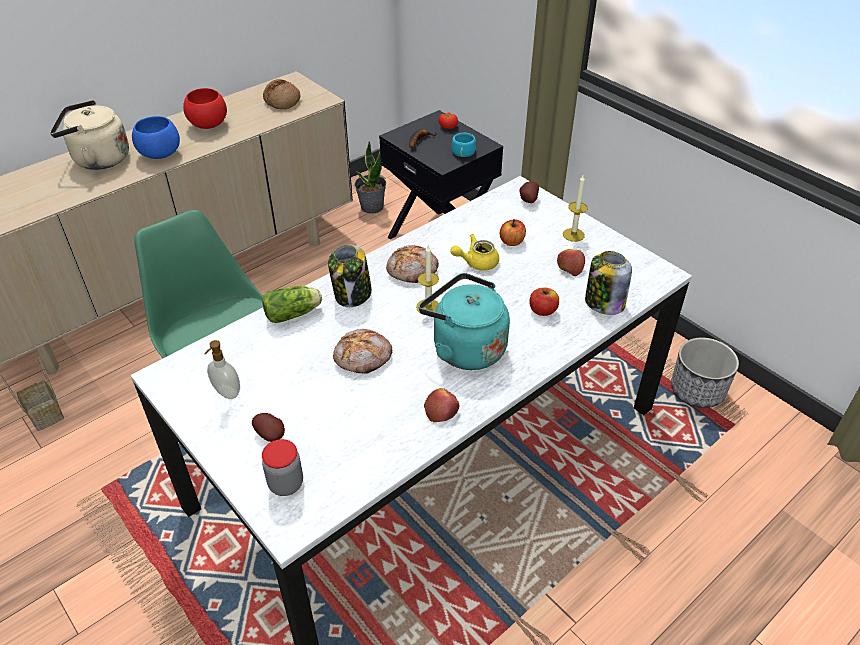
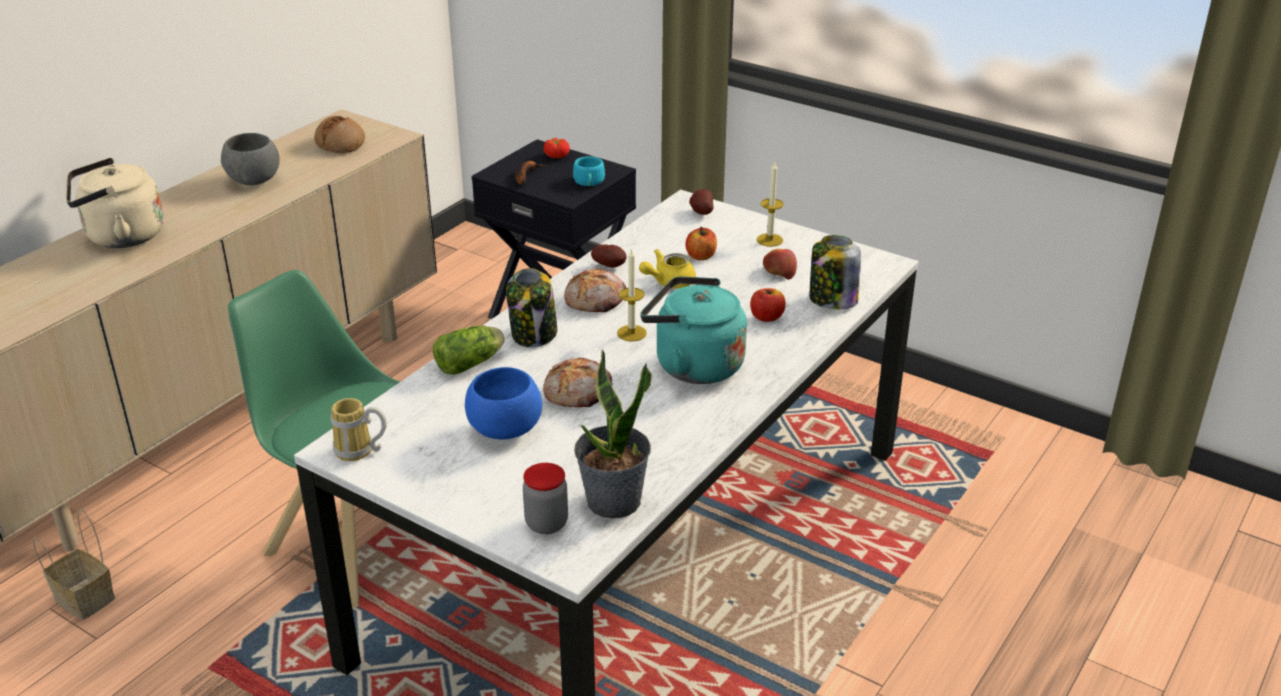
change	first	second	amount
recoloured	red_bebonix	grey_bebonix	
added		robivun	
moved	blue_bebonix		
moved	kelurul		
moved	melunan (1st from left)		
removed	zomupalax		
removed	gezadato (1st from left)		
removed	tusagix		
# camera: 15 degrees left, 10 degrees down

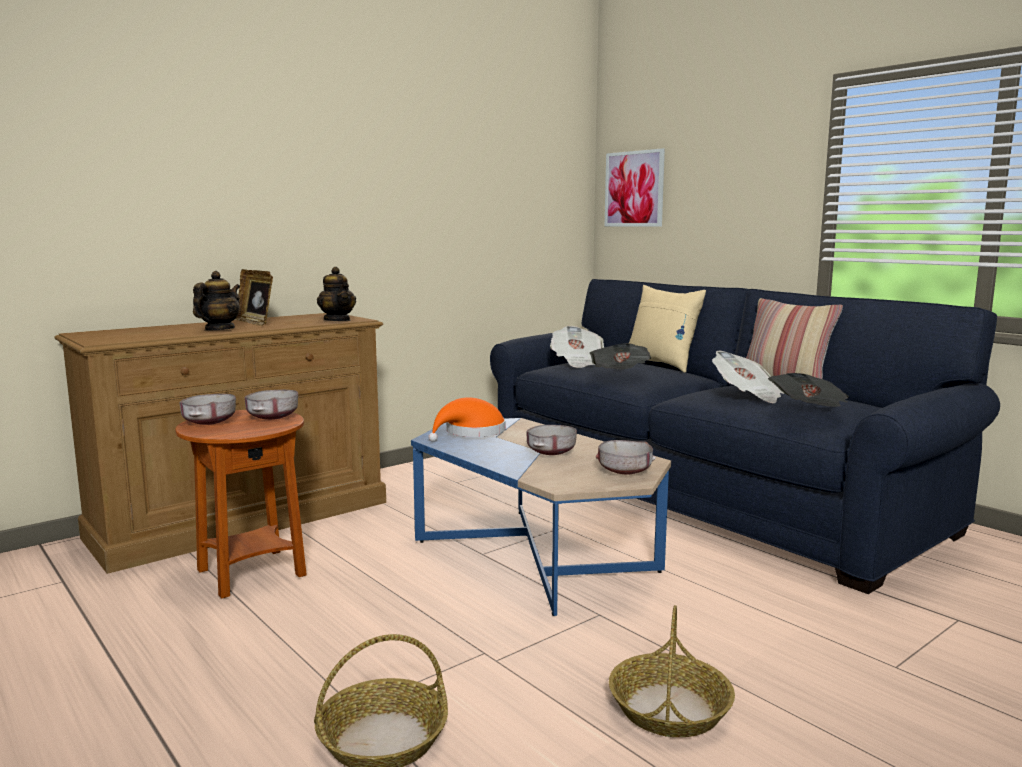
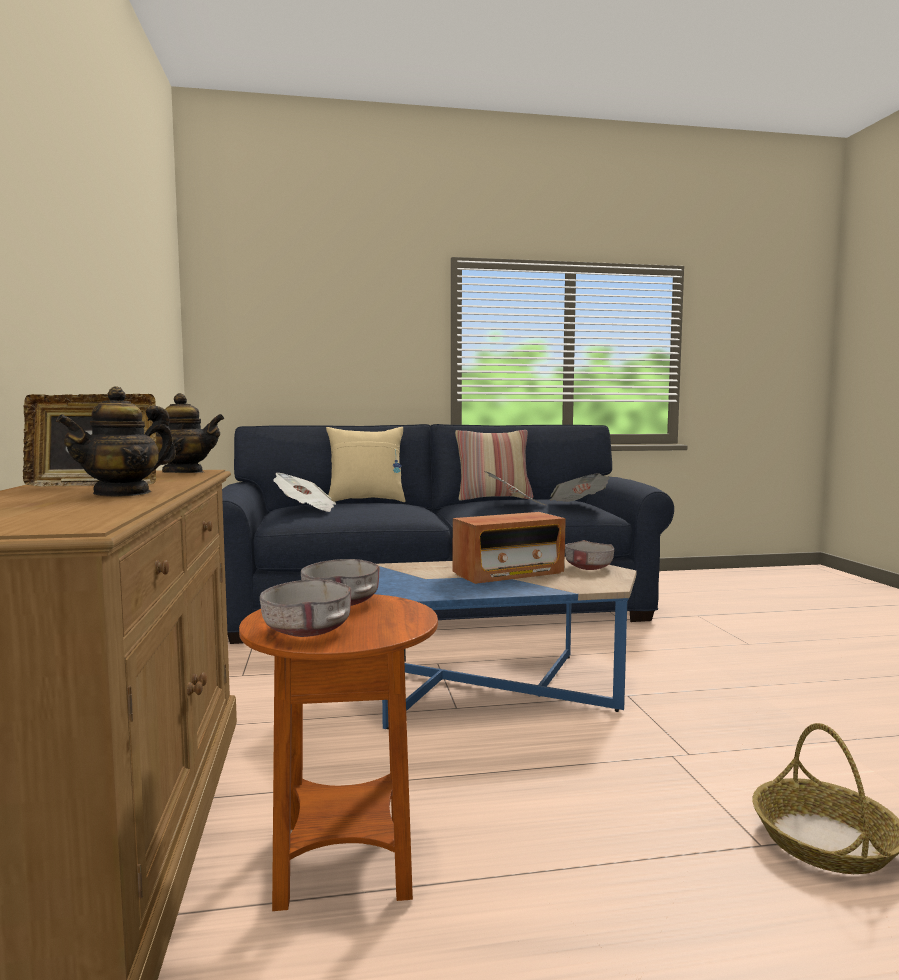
change	first	second	amount
turned	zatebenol (1st from left)		105 degrees counterclockwise
replaced	grey_bebonix (3rd from left)	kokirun	
removed	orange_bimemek		
removed	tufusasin (2nd from left)		
removed	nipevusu		
removed	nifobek (2nd from left)		
# camera: 60 degrees left, 5 degrees down

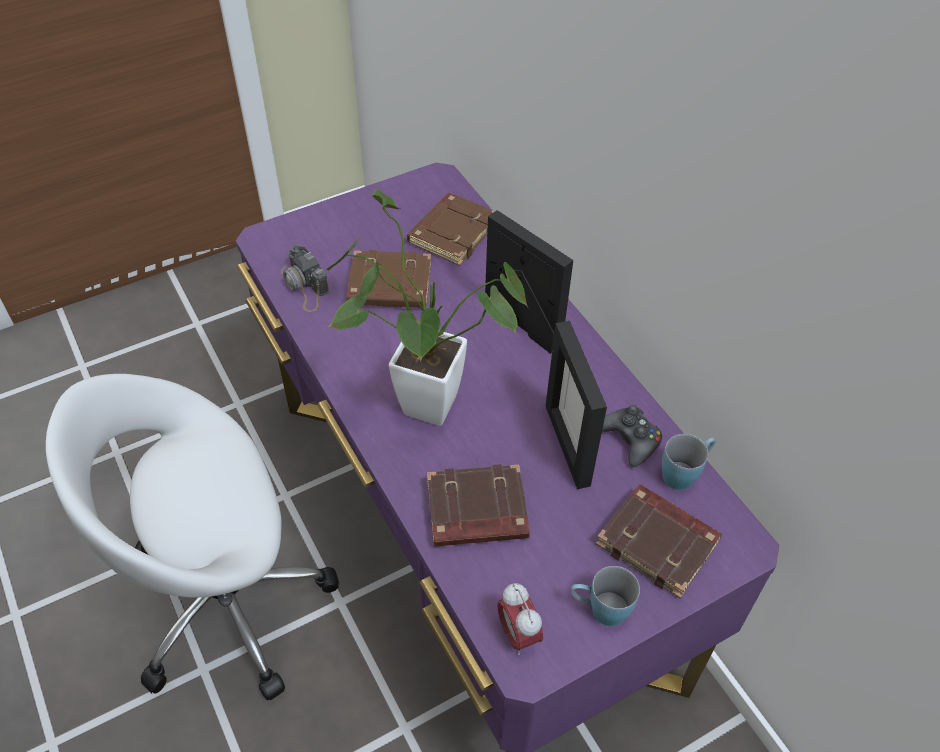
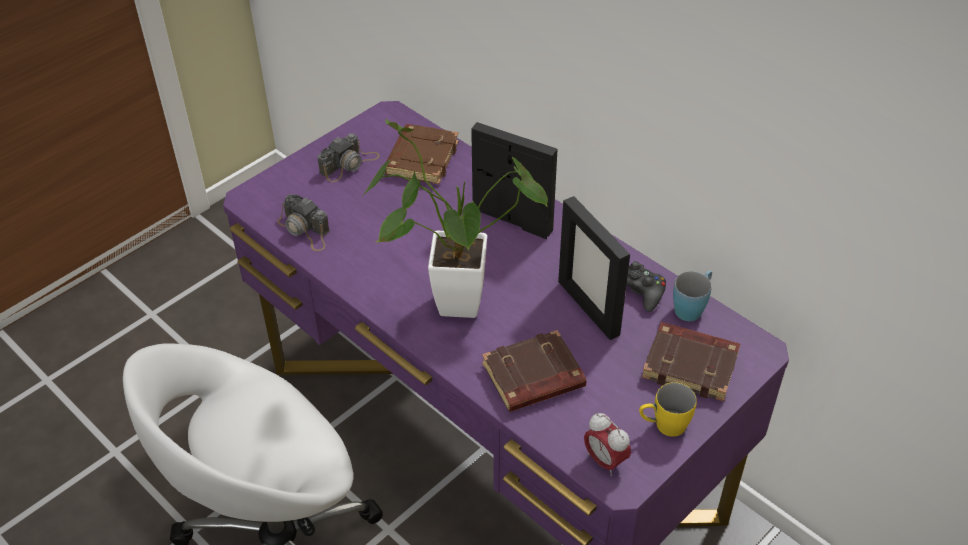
change	first	second	amount
added		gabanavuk (2nd from left)	
recoloured	blue_robivun (1st from left)	yellow_robivun	
removed	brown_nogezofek (1st from left)		
# camera: 15 degrees left, 5 degrees down

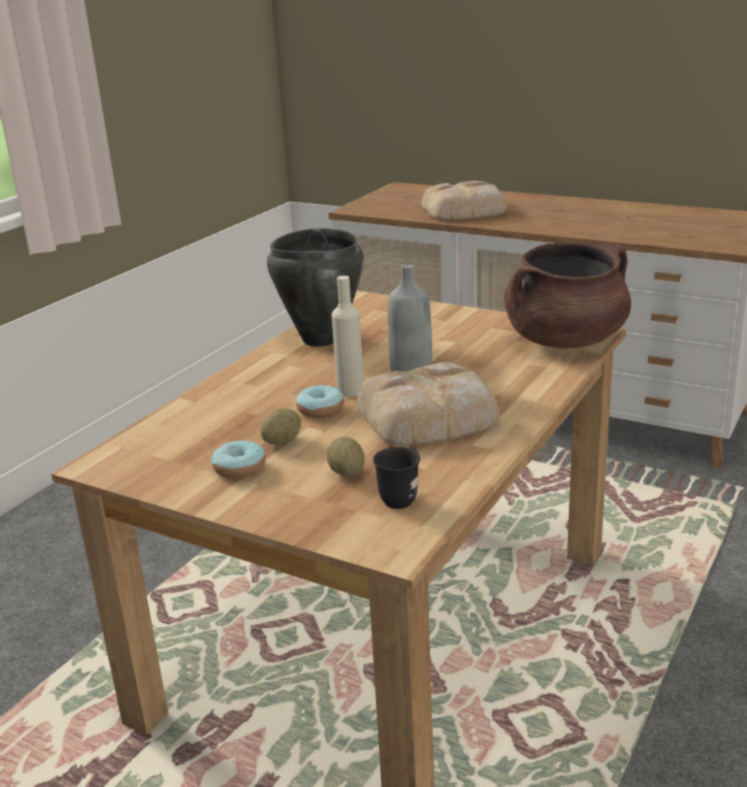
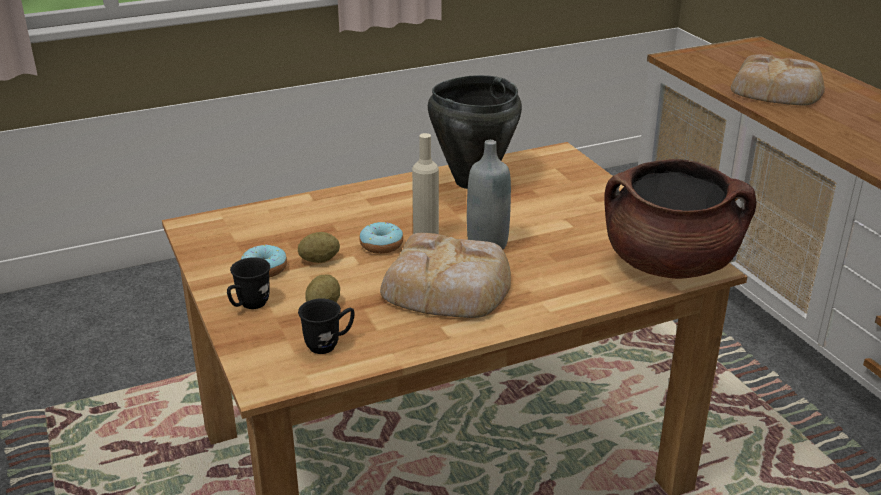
change	first	second	amount
added		black_robivun (1st from left)	
# camera: 35 degrees right, 5 degrees up

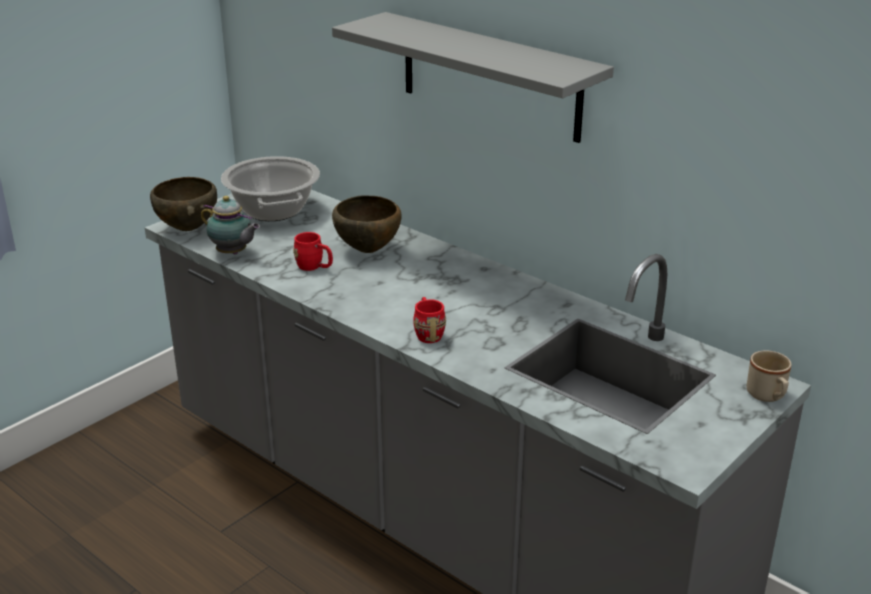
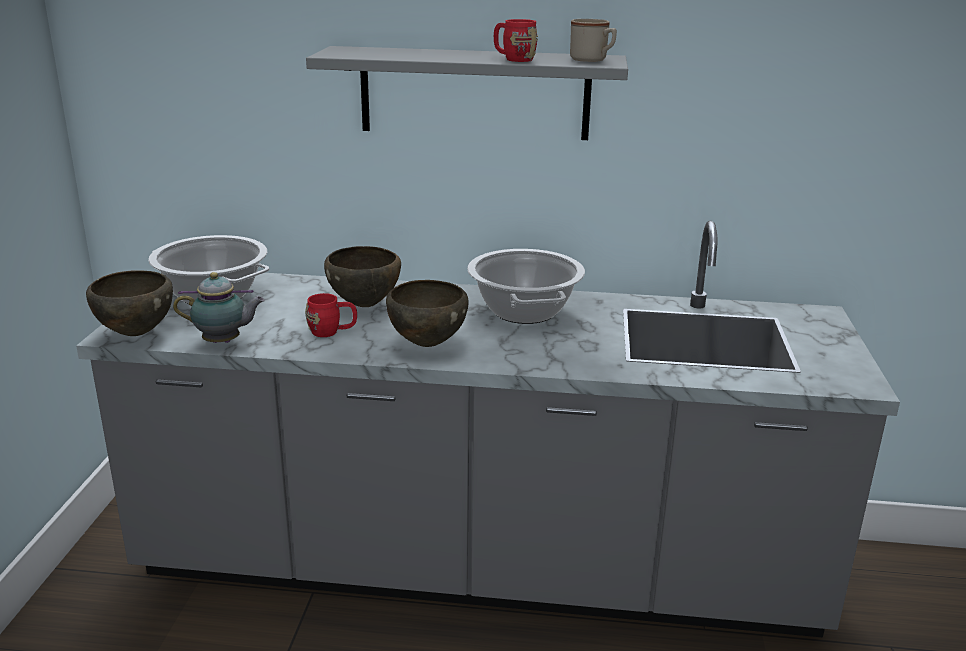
change	first	second	amount
added		brown_bebonix (3rd from left)	
added		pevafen (2nd from left)	
moved	red_robivun (2nd from left)		
moved	beige_robivun		
# camera: 35 degrees left, 5 degrees down

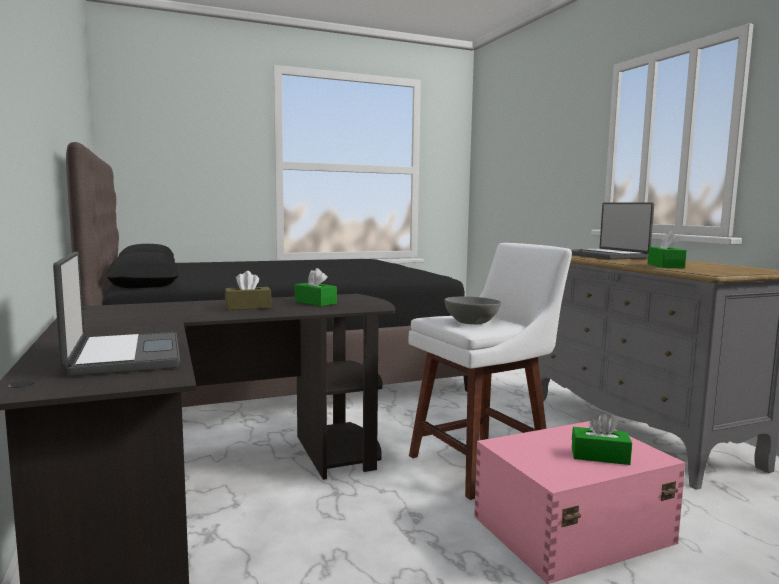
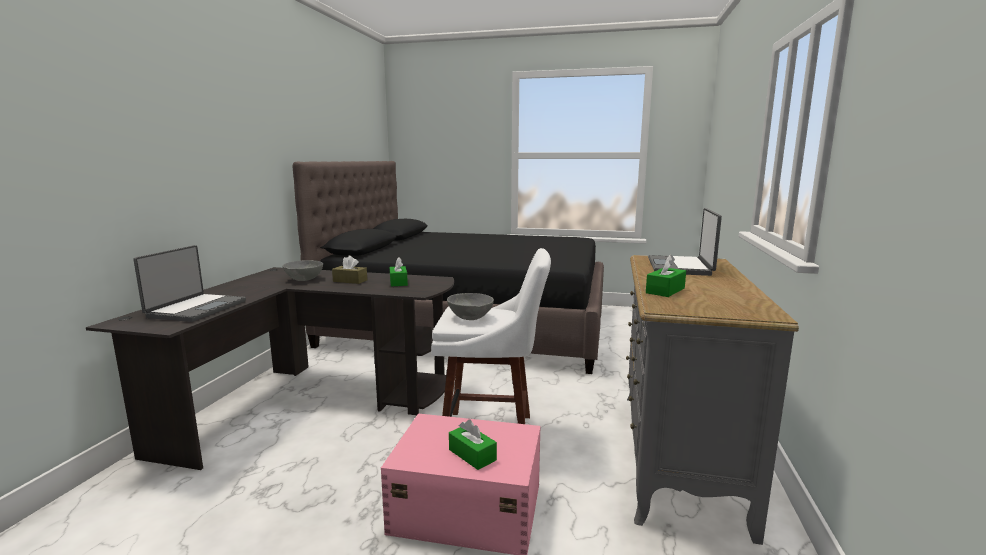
change	first	second	amount
added		grey_bebonix (1st from left)	
# camera: 35 degrees right, 5 degrees up

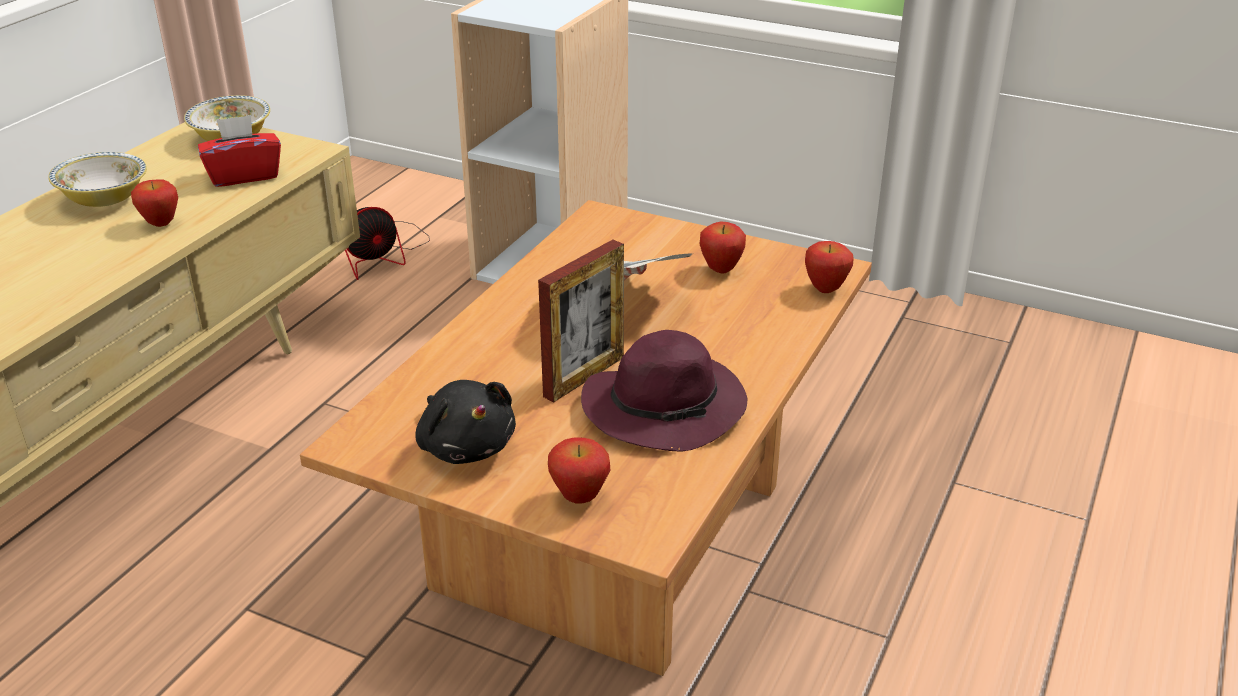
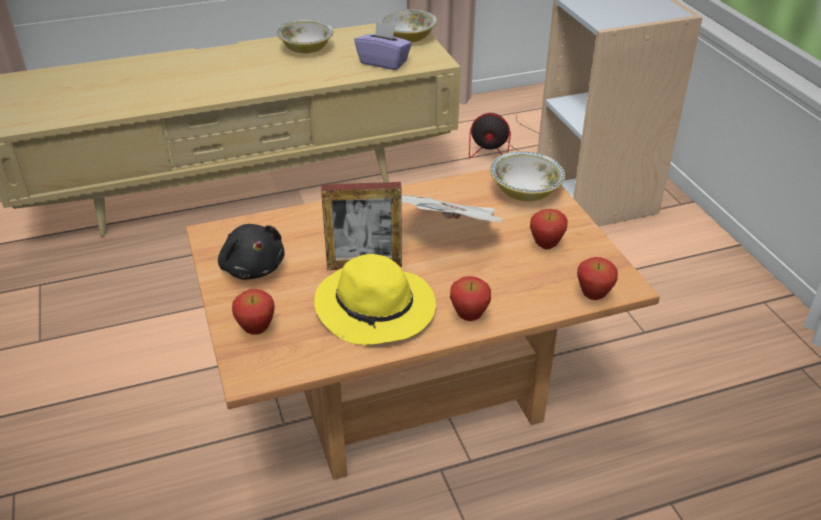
change	first	second	amount
turned	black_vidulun		45 degrees counterclockwise
recoloured	purple_bimemek	yellow_bimemek	
recoloured	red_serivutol	purple_serivutol	
moved	gezadato (1st from left in the first image)	gezadato (2nd from left)	
added		bebonix (3rd from left)	
# camera: 45 degrees right, 5 degrees up

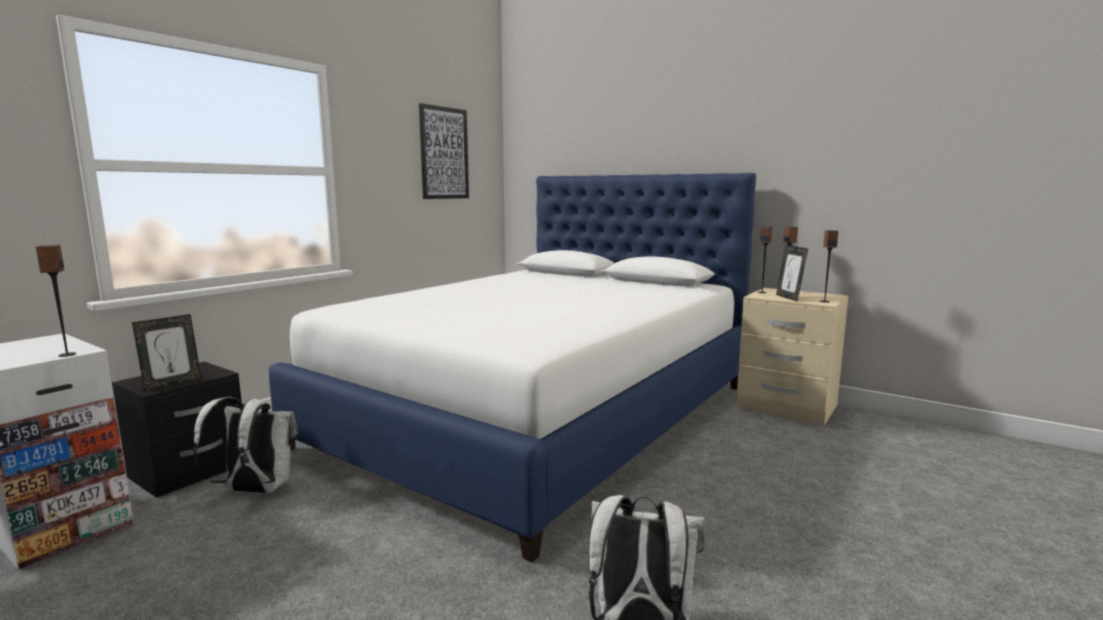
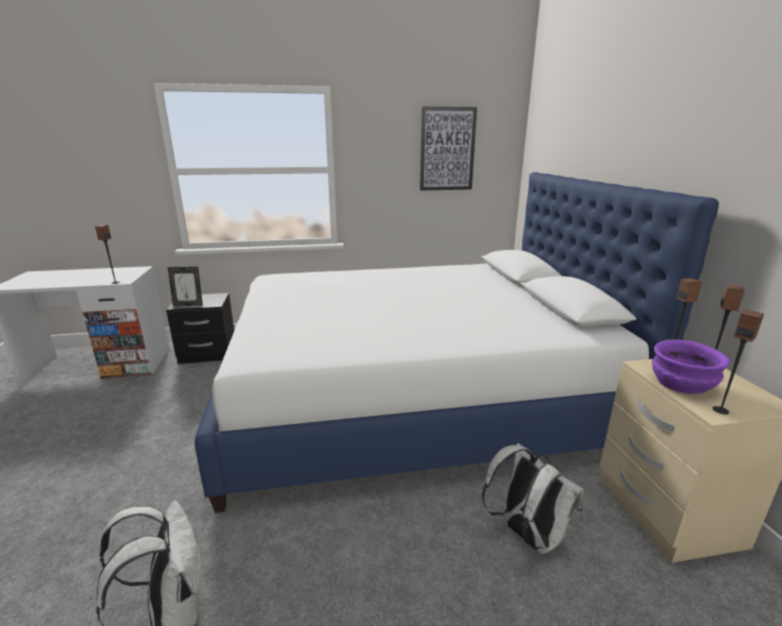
change	first	second	amount
moved	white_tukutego (1st from left in the first image)	white_tukutego (2nd from left)	
replaced	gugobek (2nd from left)	purple_bebonix	
# camera: 45 degrees right, 10 degrees up

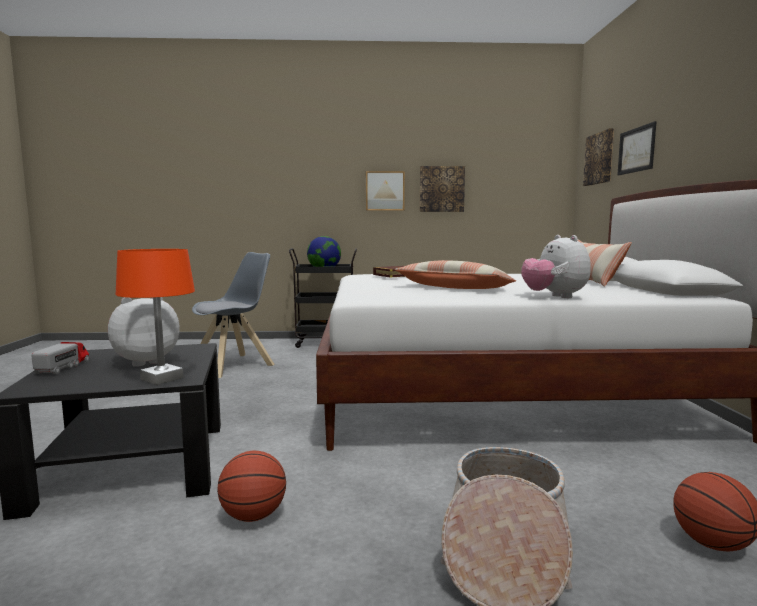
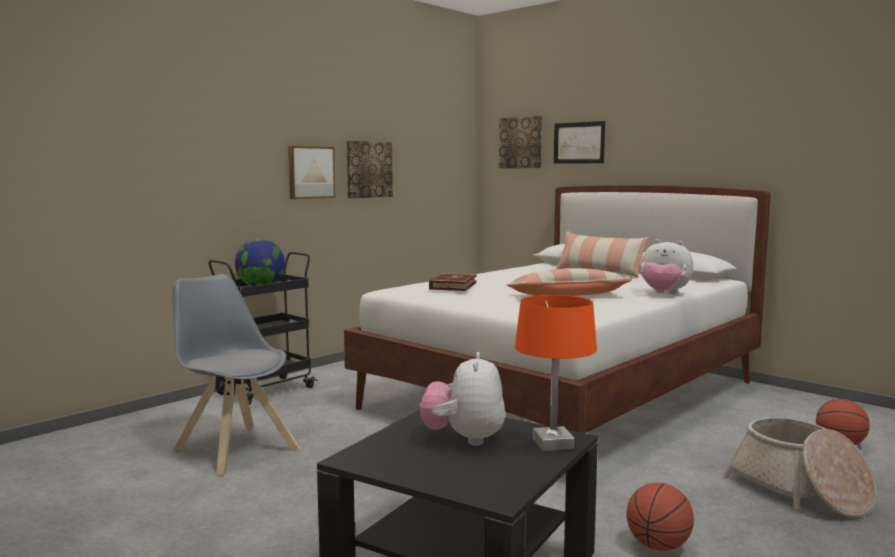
change	first	second	amount
turned	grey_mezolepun		45 degrees counterclockwise
removed	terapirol		
# camera: 45 degrees left, 0 degrees up

